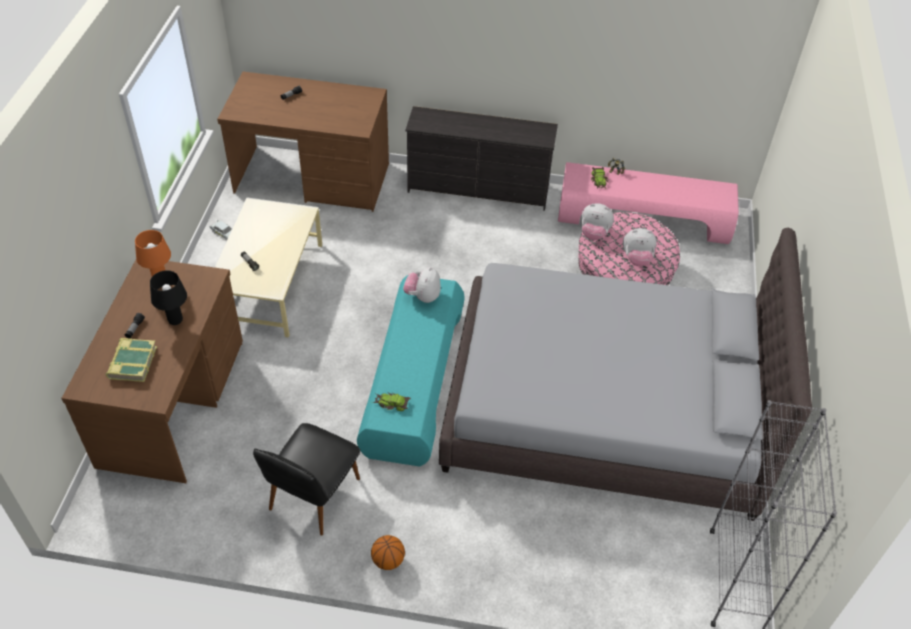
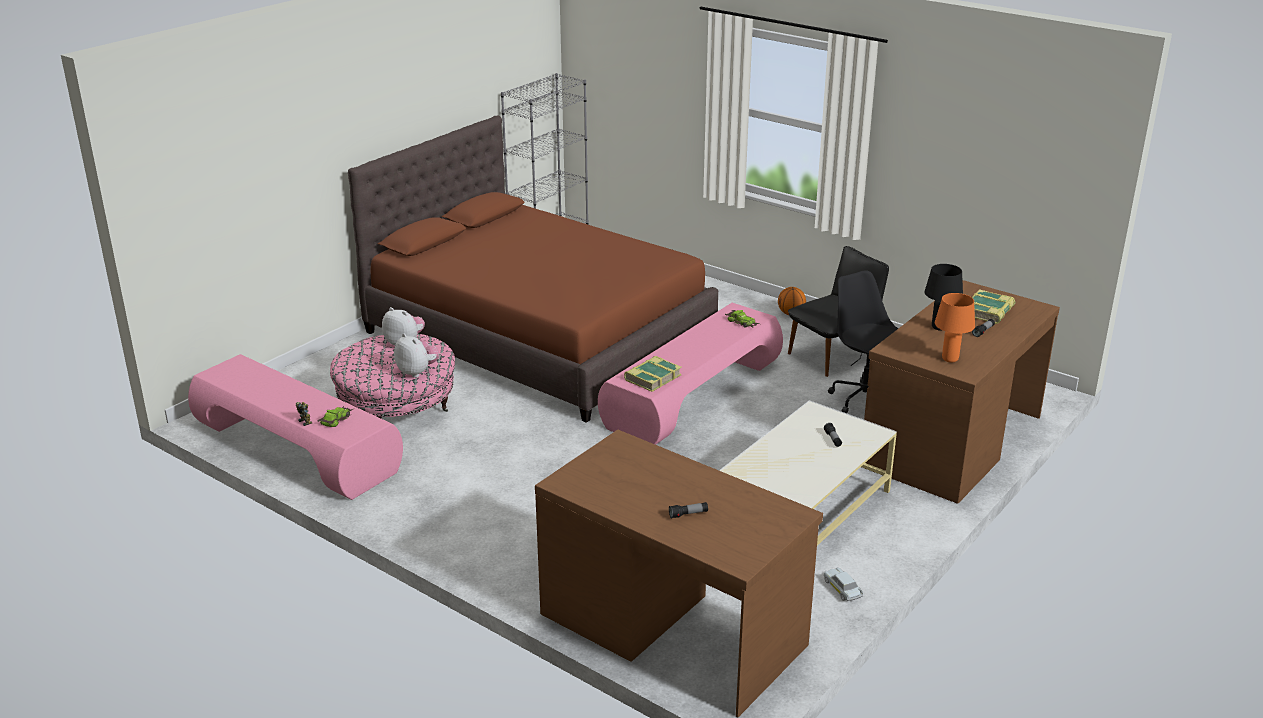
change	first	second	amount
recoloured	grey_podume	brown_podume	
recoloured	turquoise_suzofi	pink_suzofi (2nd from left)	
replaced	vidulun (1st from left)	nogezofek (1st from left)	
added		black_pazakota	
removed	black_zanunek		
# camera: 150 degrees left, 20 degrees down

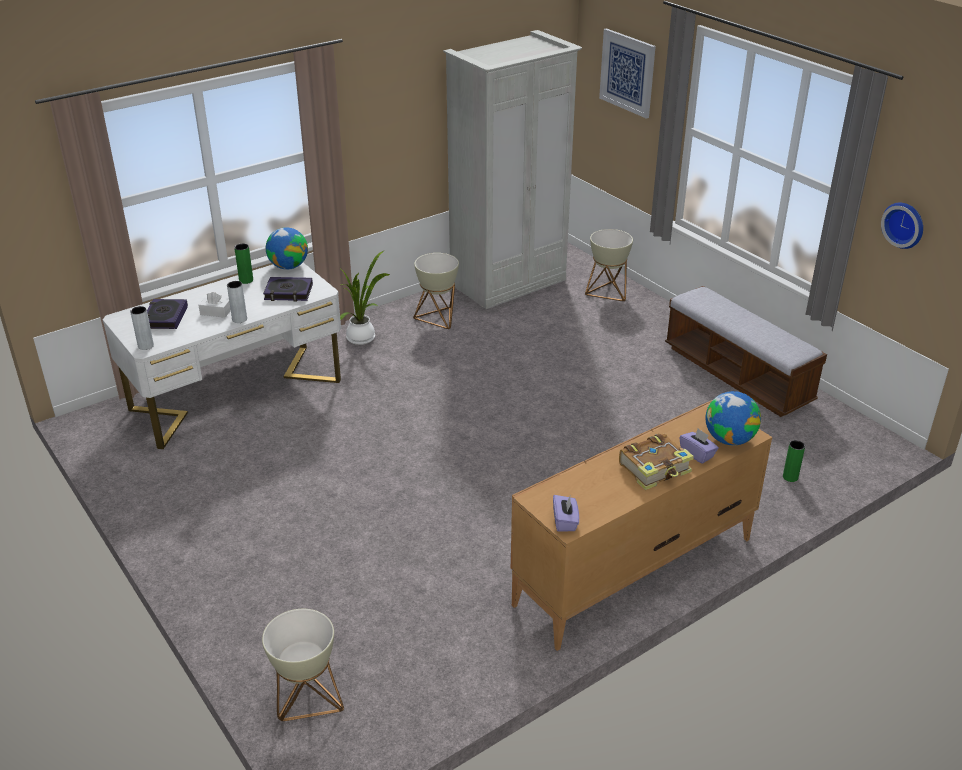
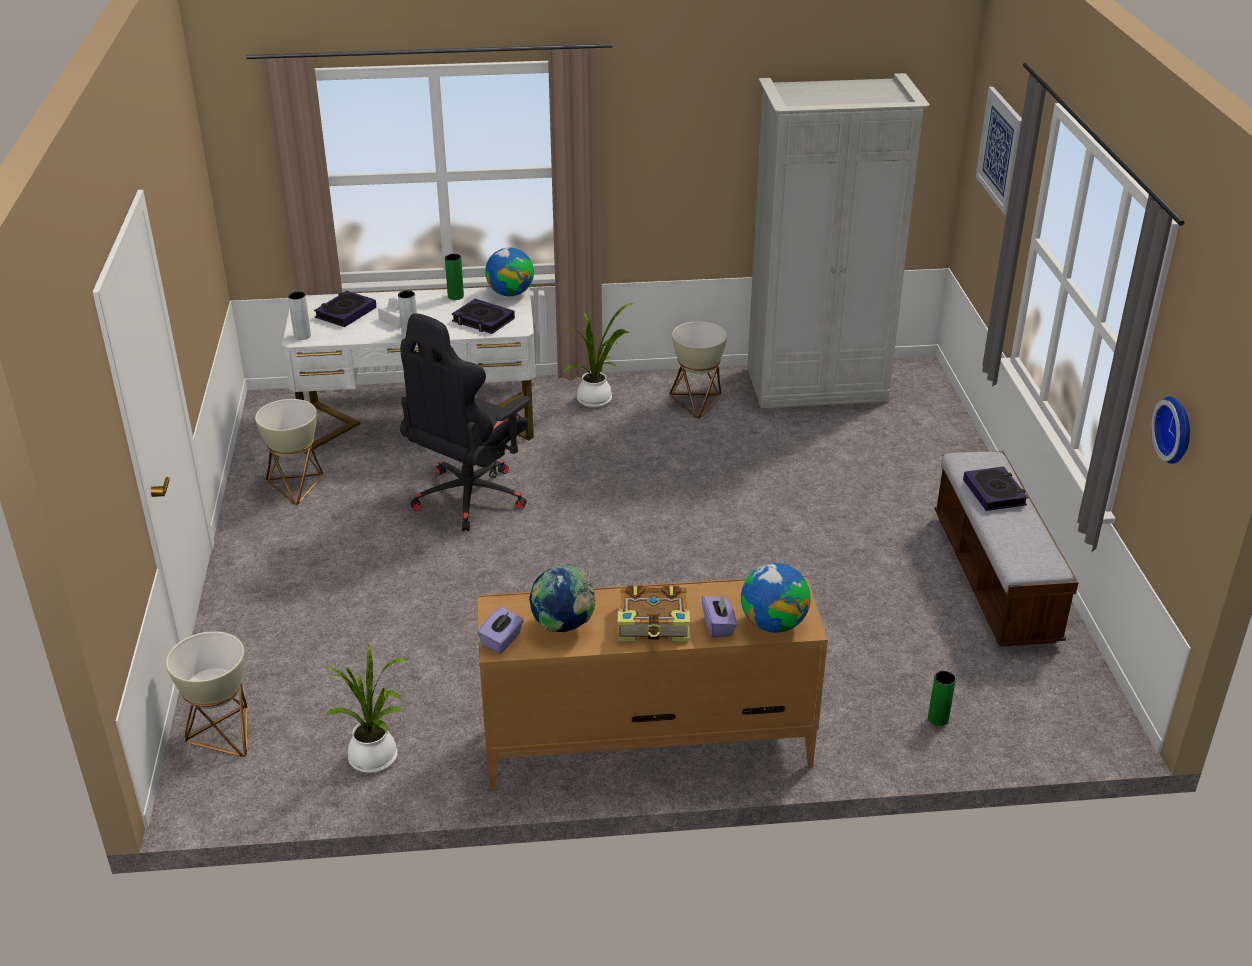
change	first	second	amount
moved	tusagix (3rd from left in the first image)	tusagix (2nd from left)	
added		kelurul (1st from left)	
added		black_pazakota	
added		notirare (2nd from left)	
added		nogezofek (4th from left)	
# camera: 30 degrees right, 0 degrees up

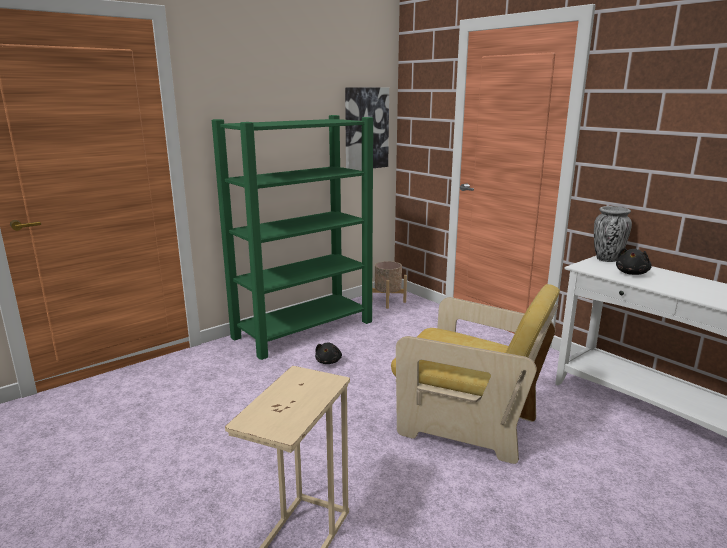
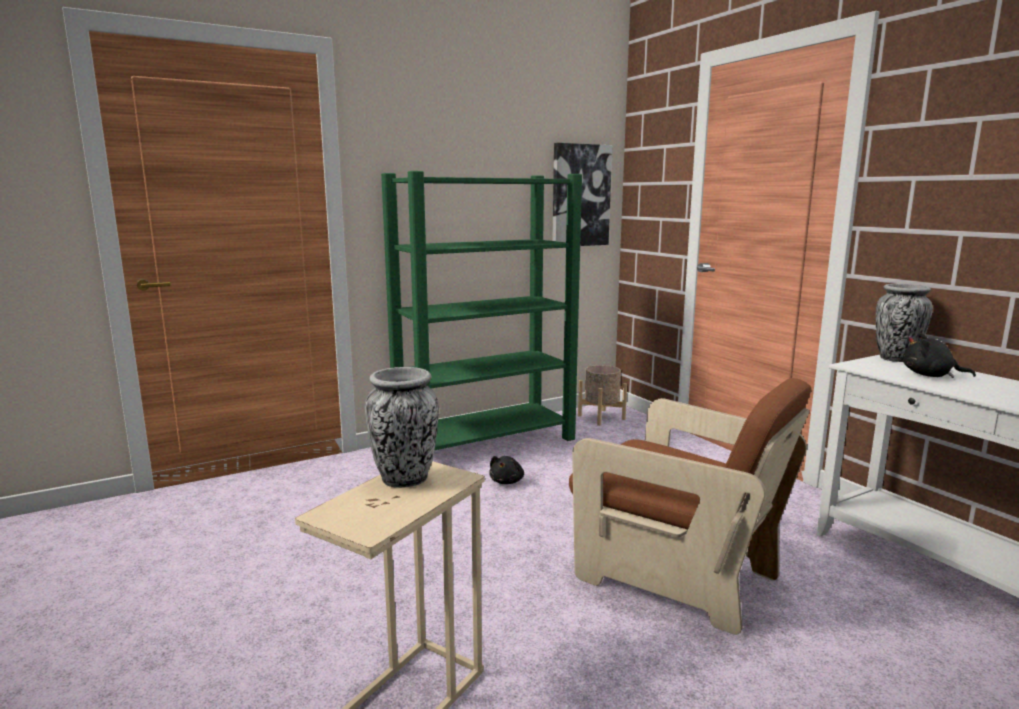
change	first	second	amount
added		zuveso (1st from left)	
recoloured	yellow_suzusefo	brown_suzusefo	
turned	black_vidulun (2nd from left)		75 degrees clockwise
# camera: 10 degrees right, 5 degrees down

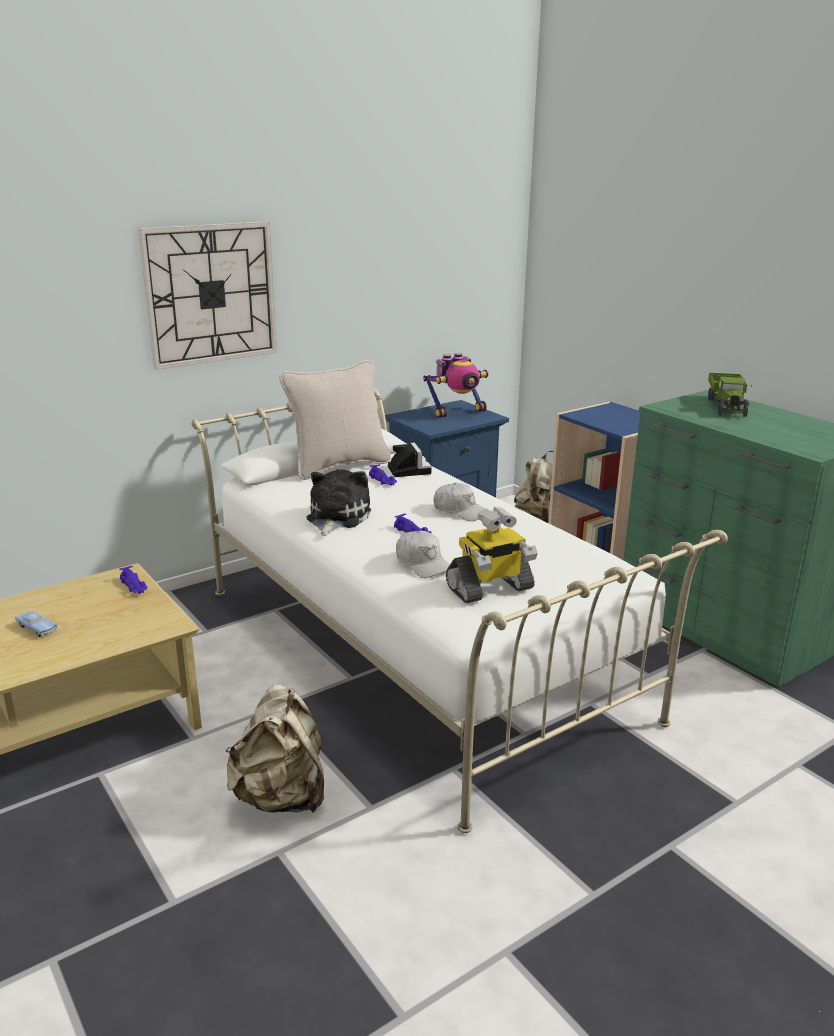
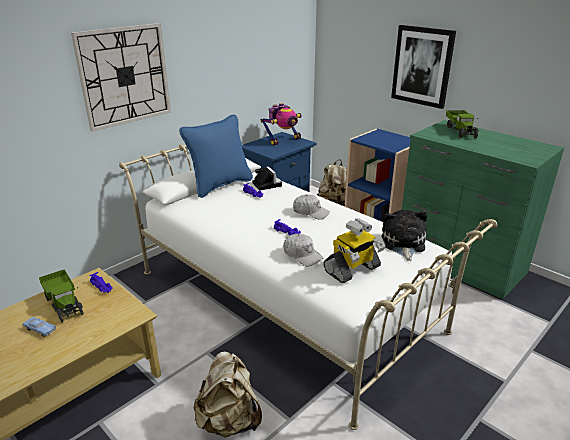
change	first	second	amount
added		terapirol (1st from left)	
recoloured	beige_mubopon	blue_mubopon	
moved	vidulun		
added		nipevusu	
# camera: 10 degrees left, 5 degrees up

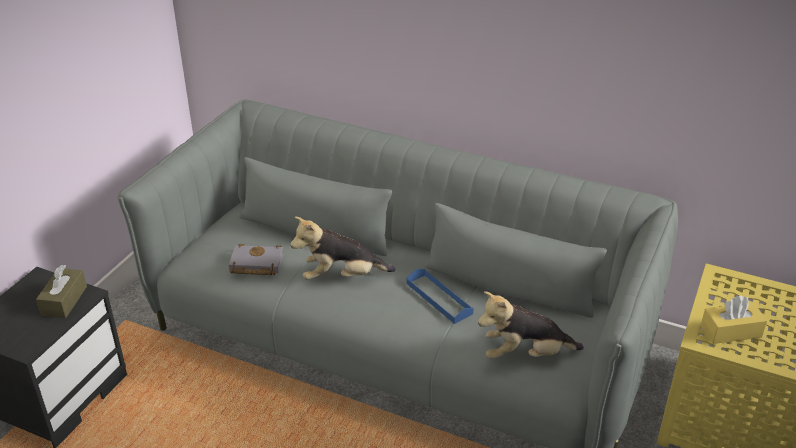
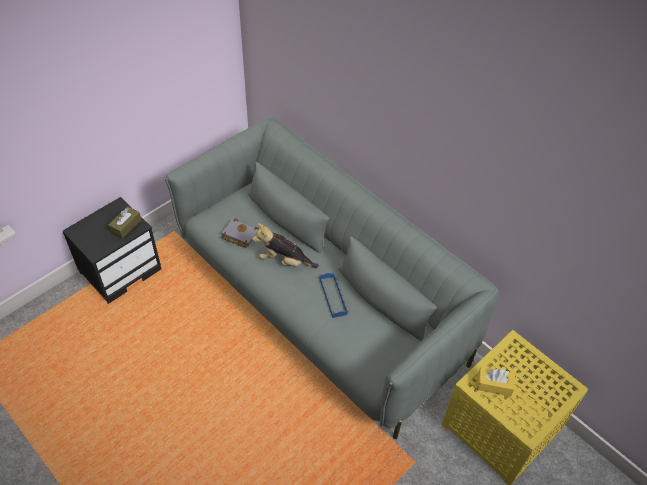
change	first	second	amount
removed	vidulun (2nd from left)		
# camera: 20 degrees right, 15 degrees up

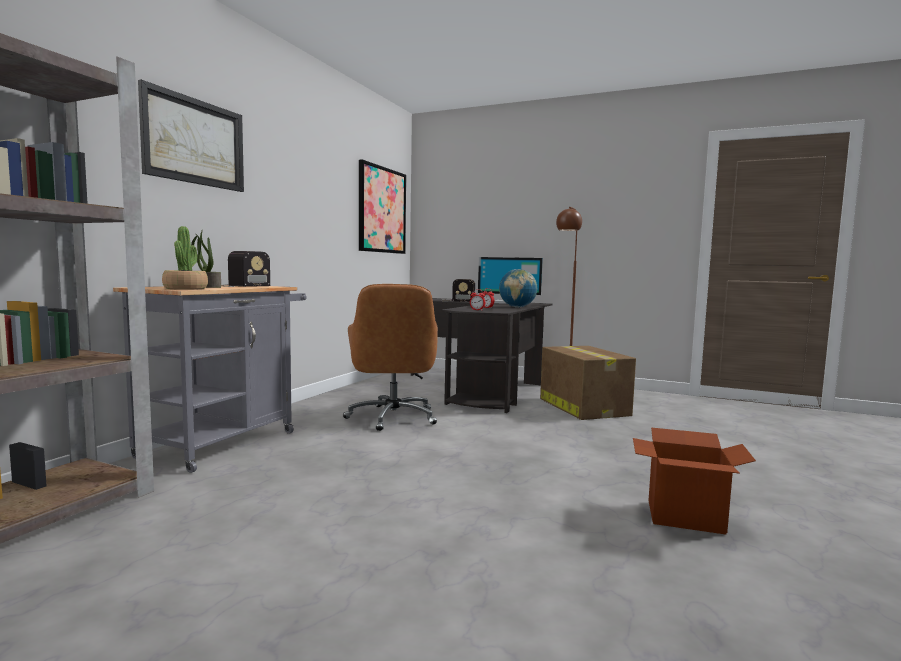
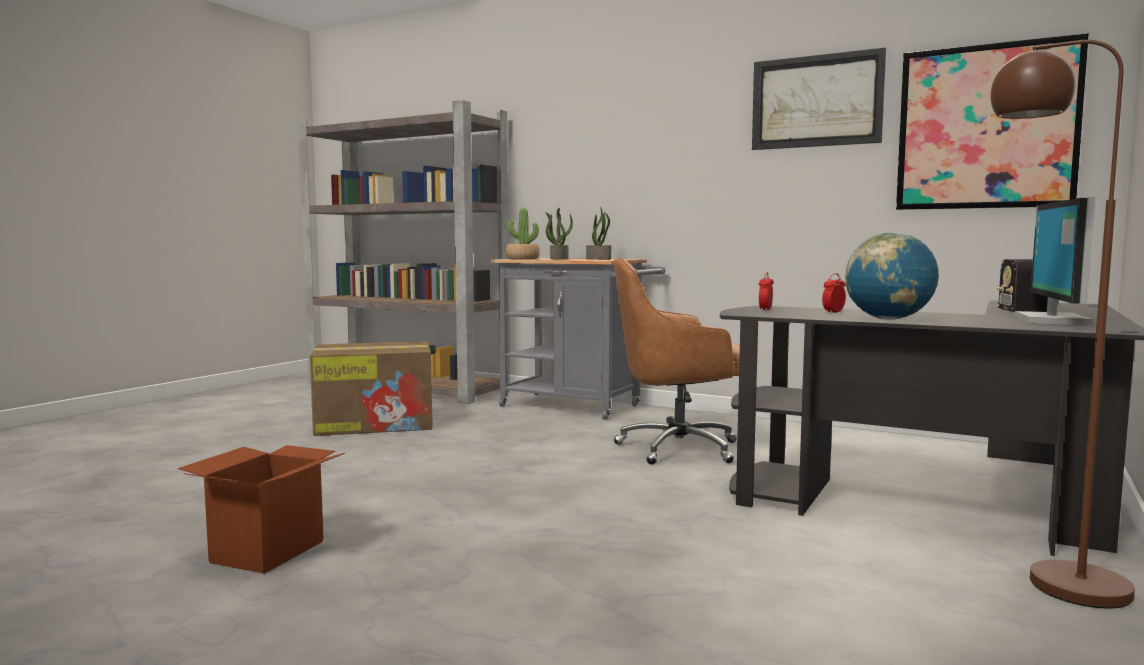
change	first	second	amount
moved	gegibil (1st from left in the first image)	gegibil (2nd from left)	
replaced	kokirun (1st from left)	kelurul (3rd from left)	
moved	nipevusu (1st from left)		
# camera: 95 degrees right, 0 degrees up

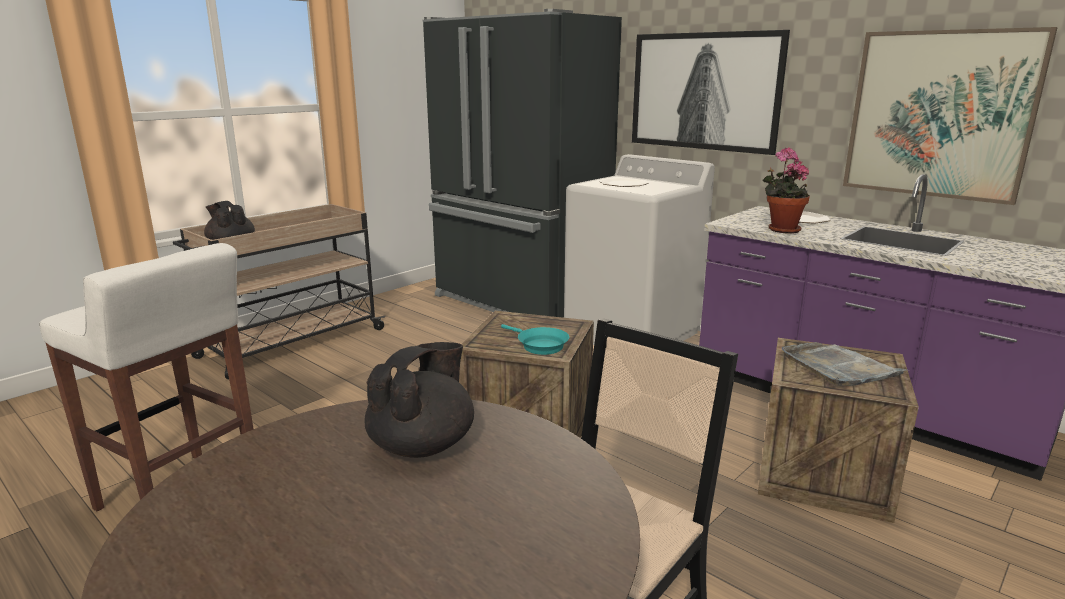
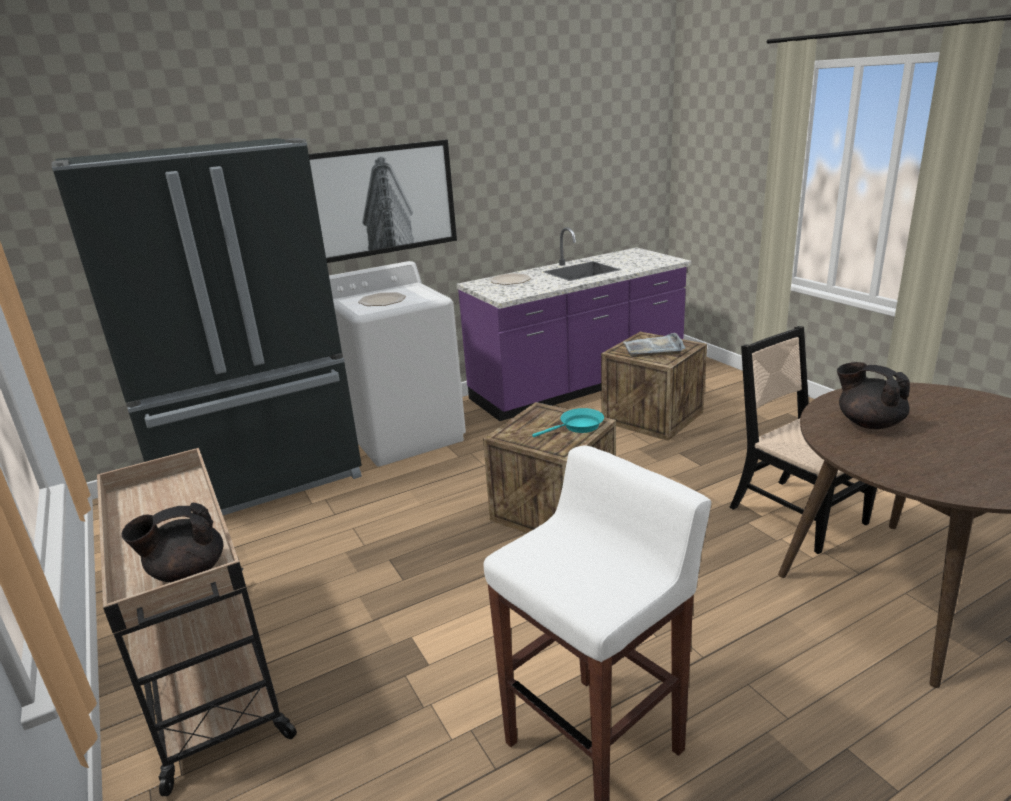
change	first	second	amount
removed	kelurul		
removed	nipevusu (2nd from left)		
# camera: 70 degrees left, 5 degrees up

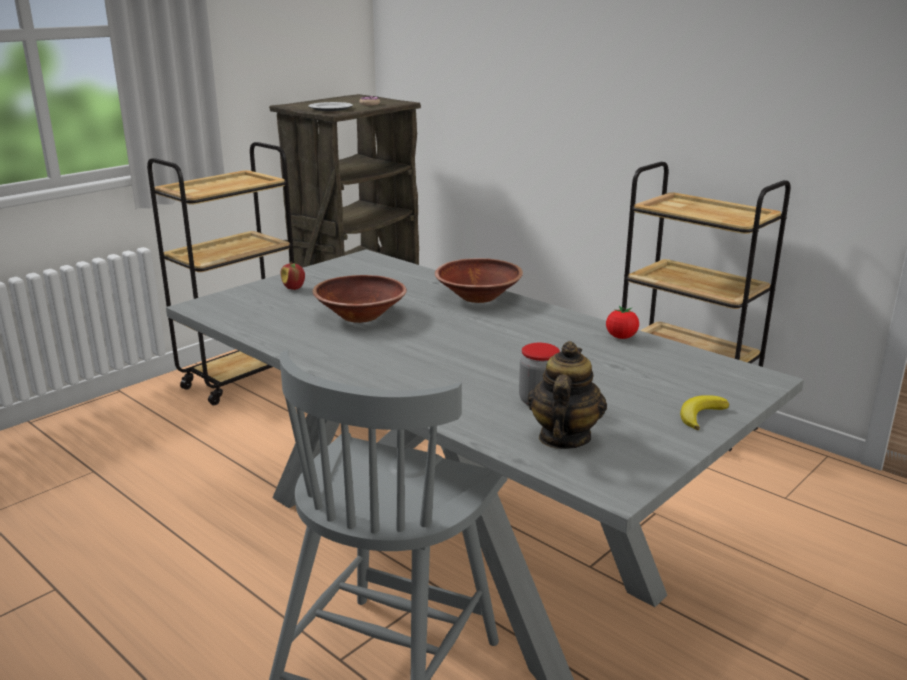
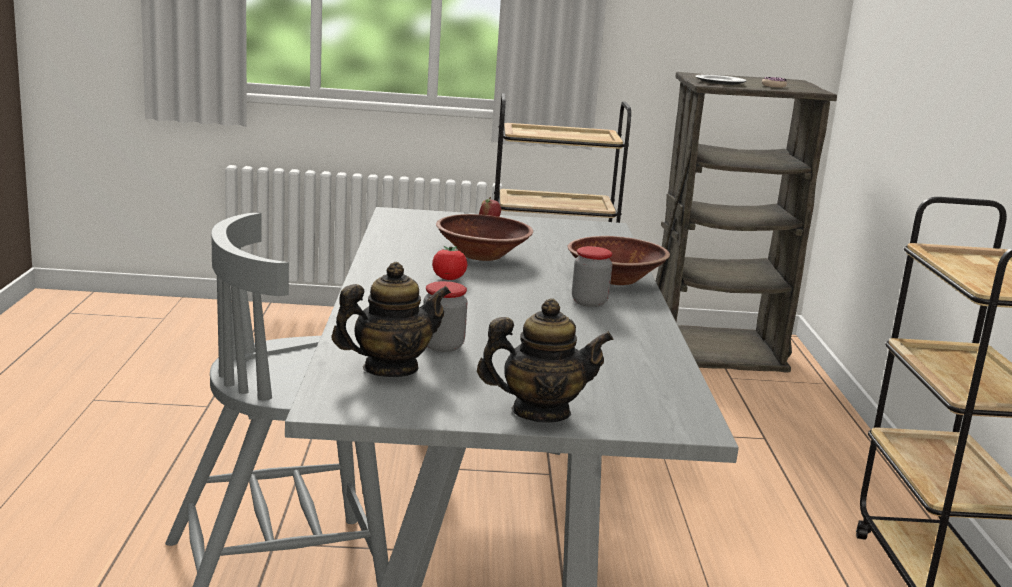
change	first	second	amount
moved	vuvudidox		
replaced	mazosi	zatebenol (2nd from left)	
added		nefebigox (2nd from left)	
# camera: 45 degrees right, 5 degrees down

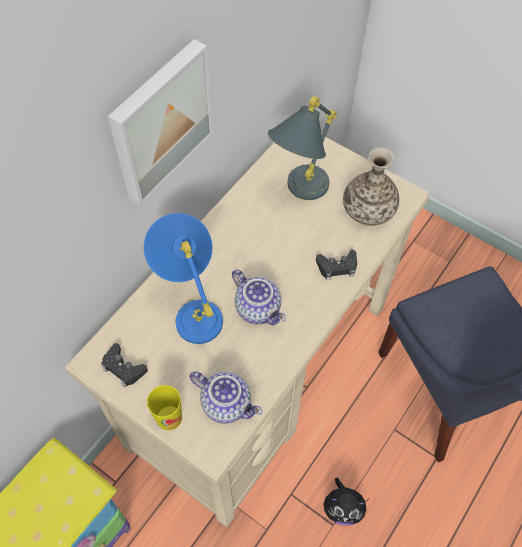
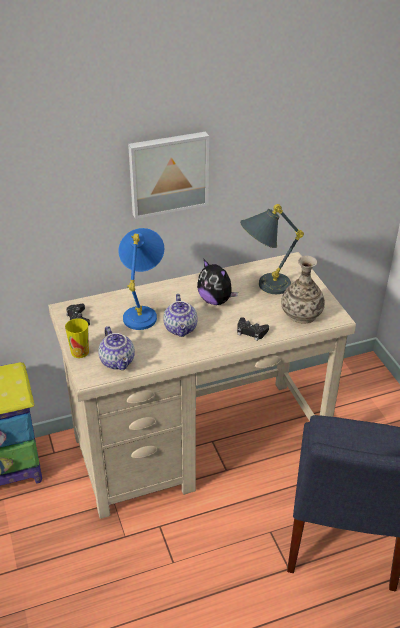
change	first	second	amount
moved	vidulun		
# camera: 35 degrees right, 20 degrees down

